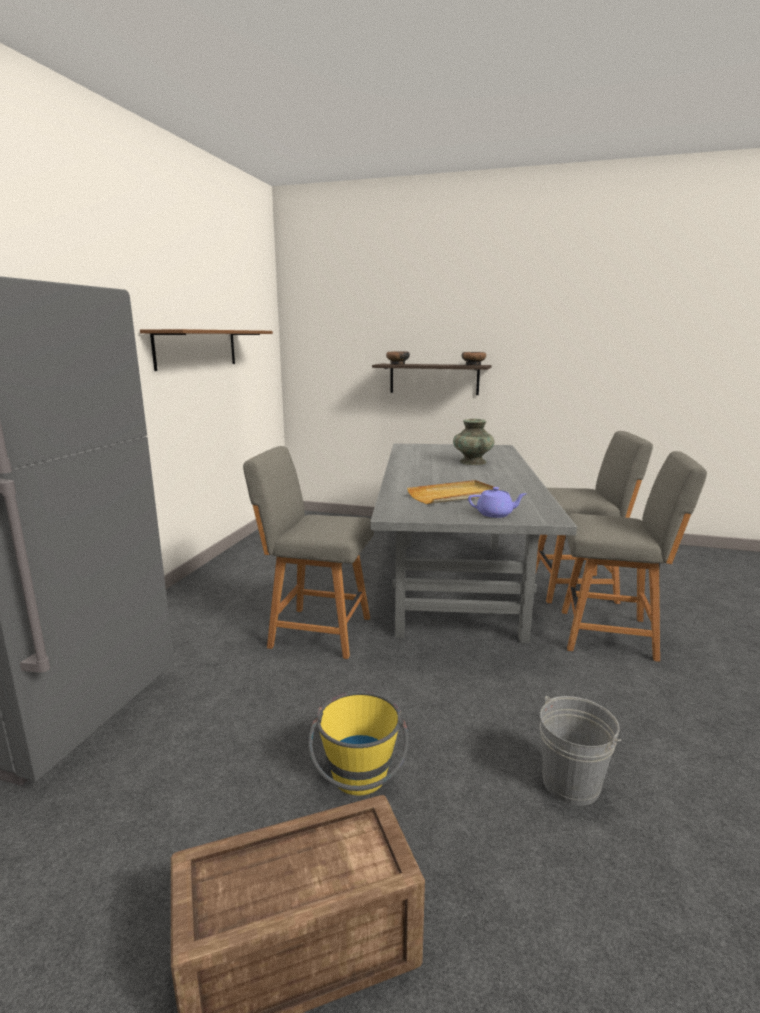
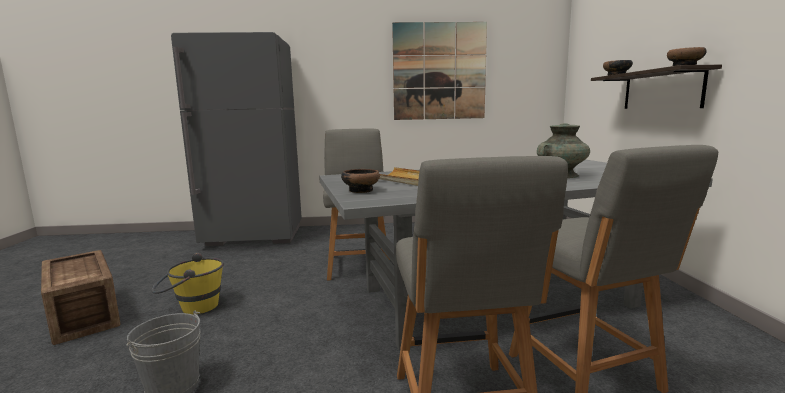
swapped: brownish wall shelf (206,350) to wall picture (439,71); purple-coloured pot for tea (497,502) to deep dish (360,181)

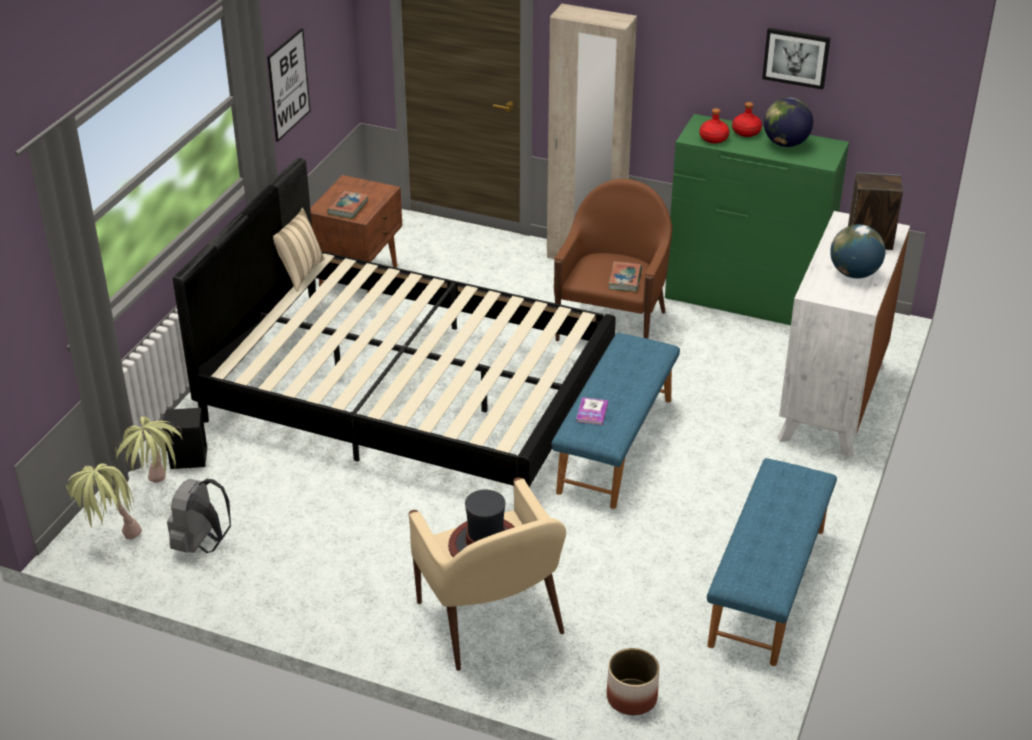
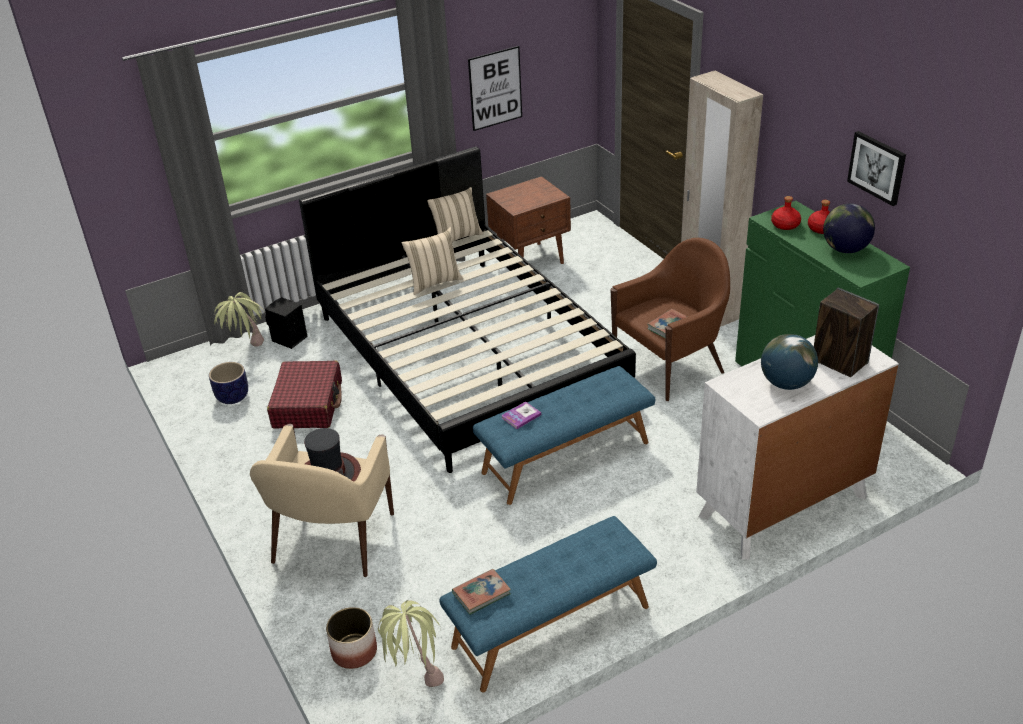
new: sand-coloured pillow (432,261); red-coloured travel case (304,394)
shifted: bound book (348,205) to (481,592); plant in a pot (104,501) to (411,643)
swapped: greyish backpack (199,516) to flower pot (228,383)

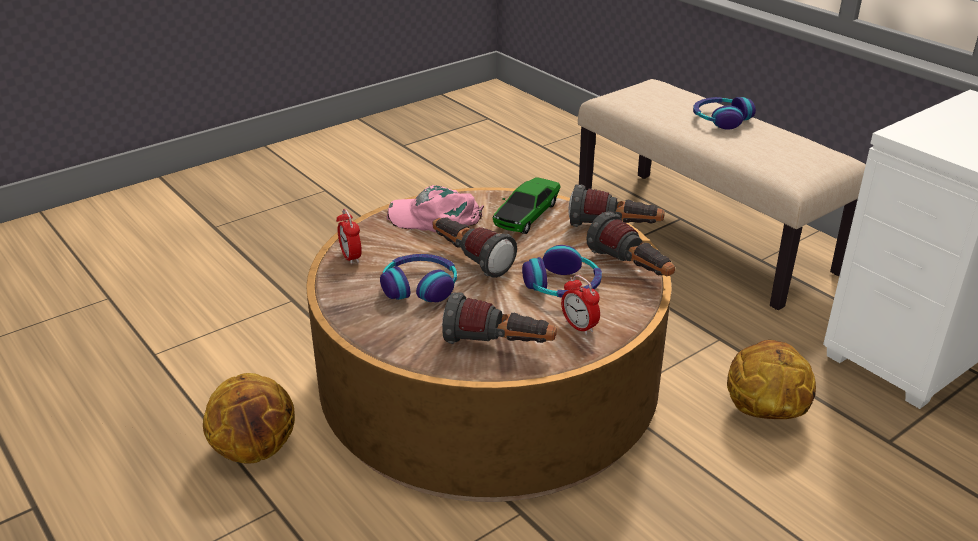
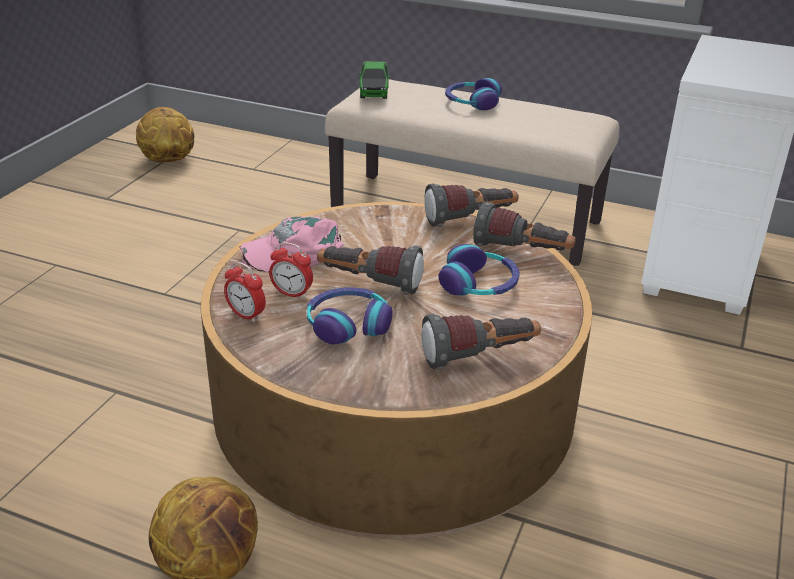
shifted: model car (527,205) to (374,80); table clock (580,305) to (291,270); basketball ball (771,379) to (165,134)

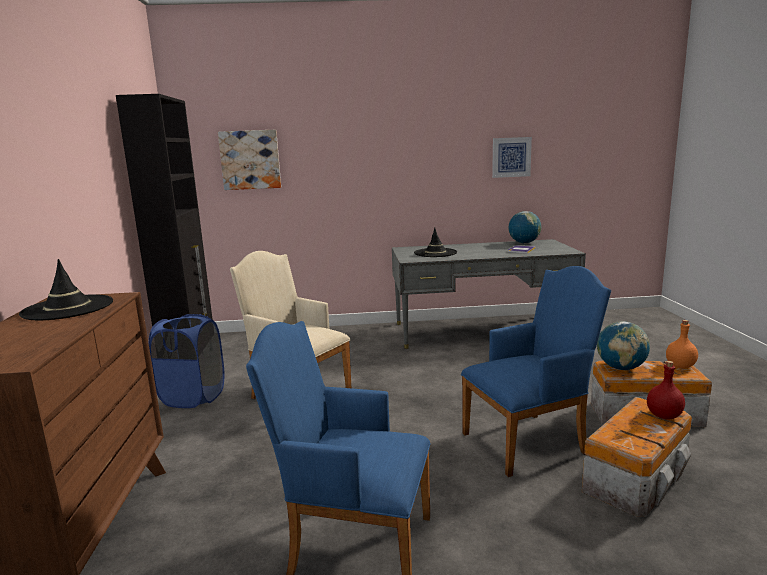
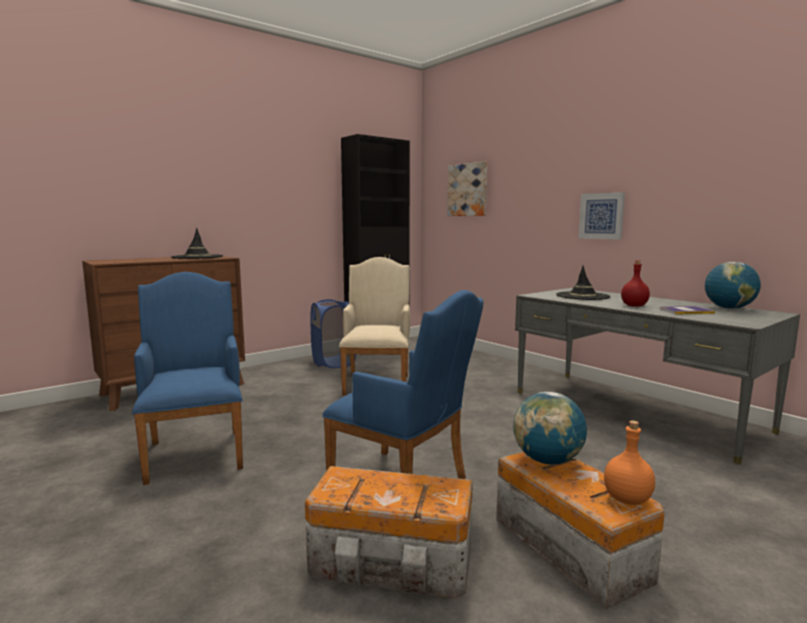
shifted: wall picture (512,157) to (601,216); red-coloured beverage bottle (666,390) to (635,283)

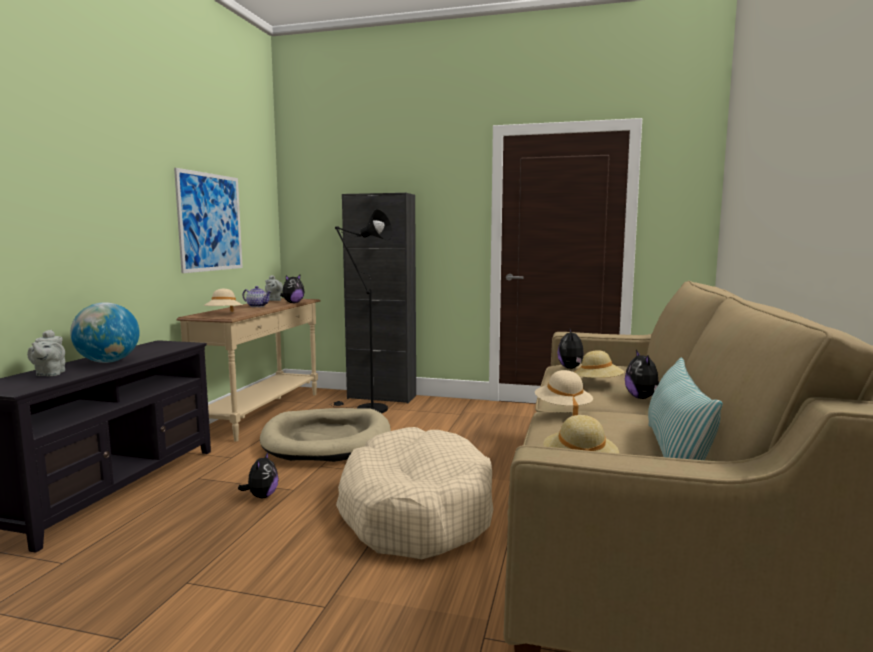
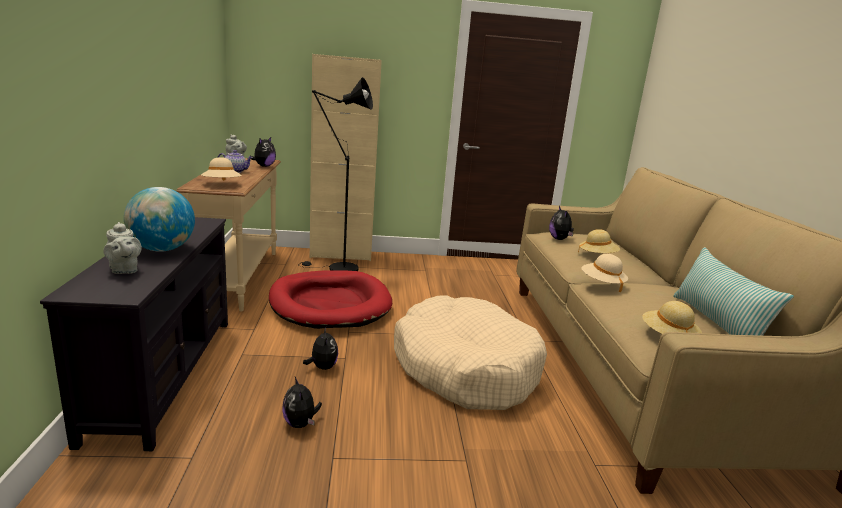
gone: wall picture (208,220)
shifted: plush toy (642,374) to (302,402)
repainted: blackish storage cabinet (379,298) to sand-coloured storage cabinet (346,157); sand-coloured pet bed (325,435) to red-coloured pet bed (330,299)

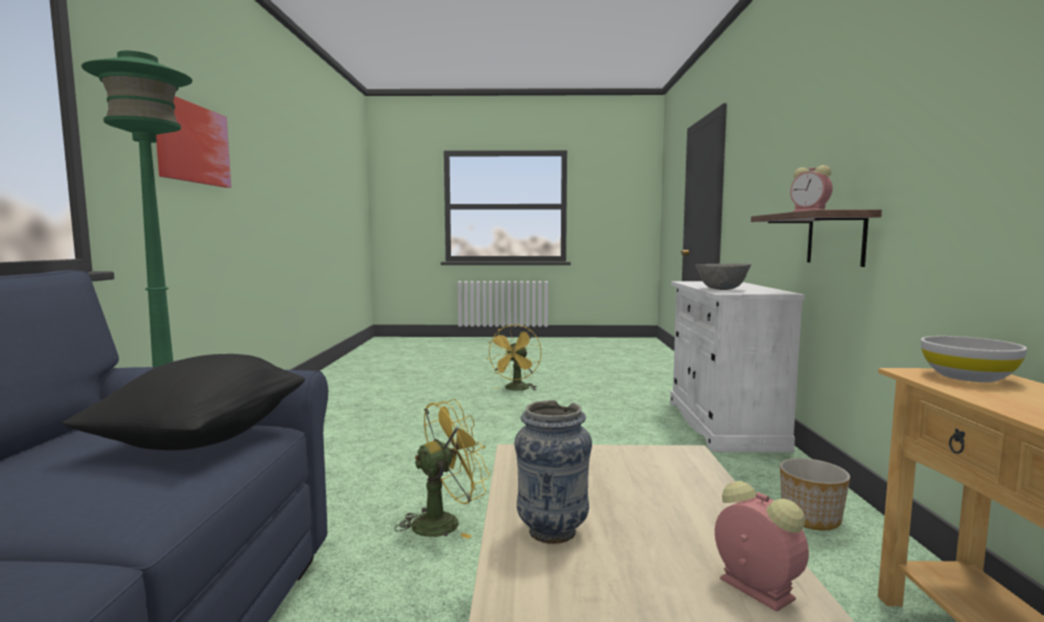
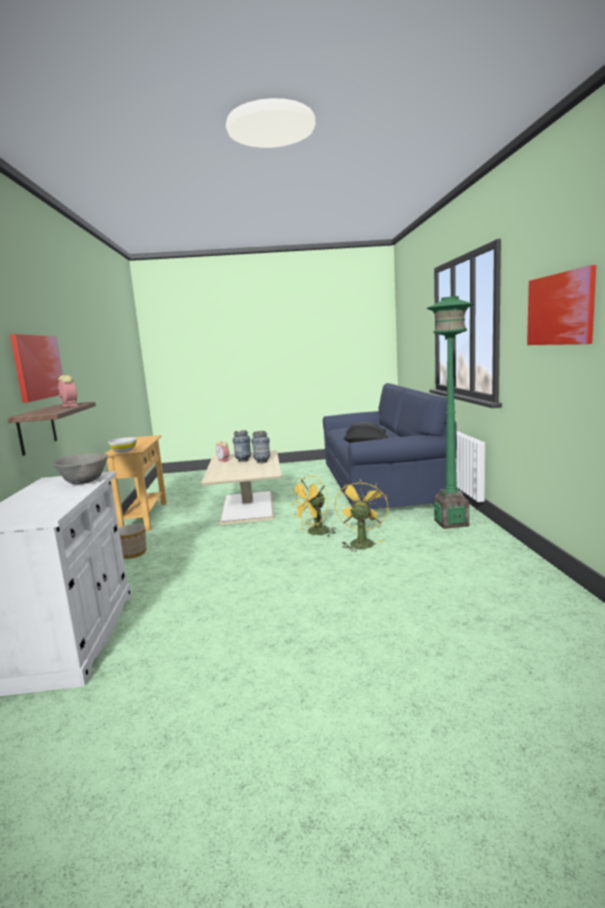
new: wall picture (36,368); decorative vase (242,446)
shifted: yellow-coloured electric fan (514,357) to (361,516)

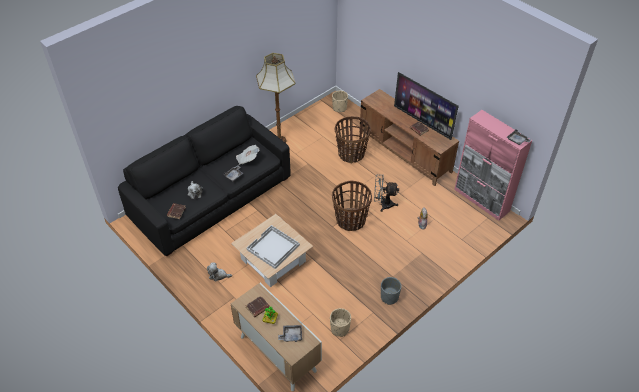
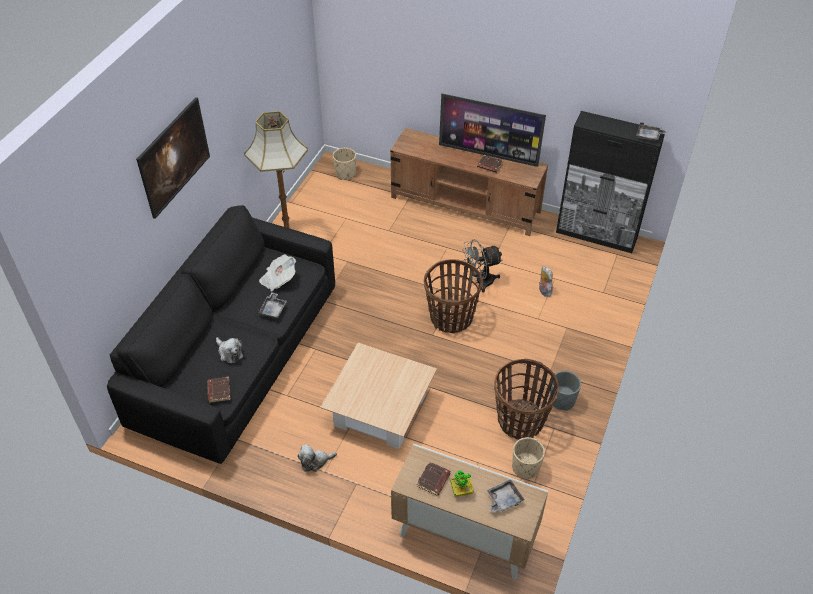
gone: whitish carrying tray (273,247)
new: wall picture (173,158)
shifted: basket (353,139) to (527,399)
repainted: pink storage cabinet (493,165) to blackish storage cabinet (610,182)

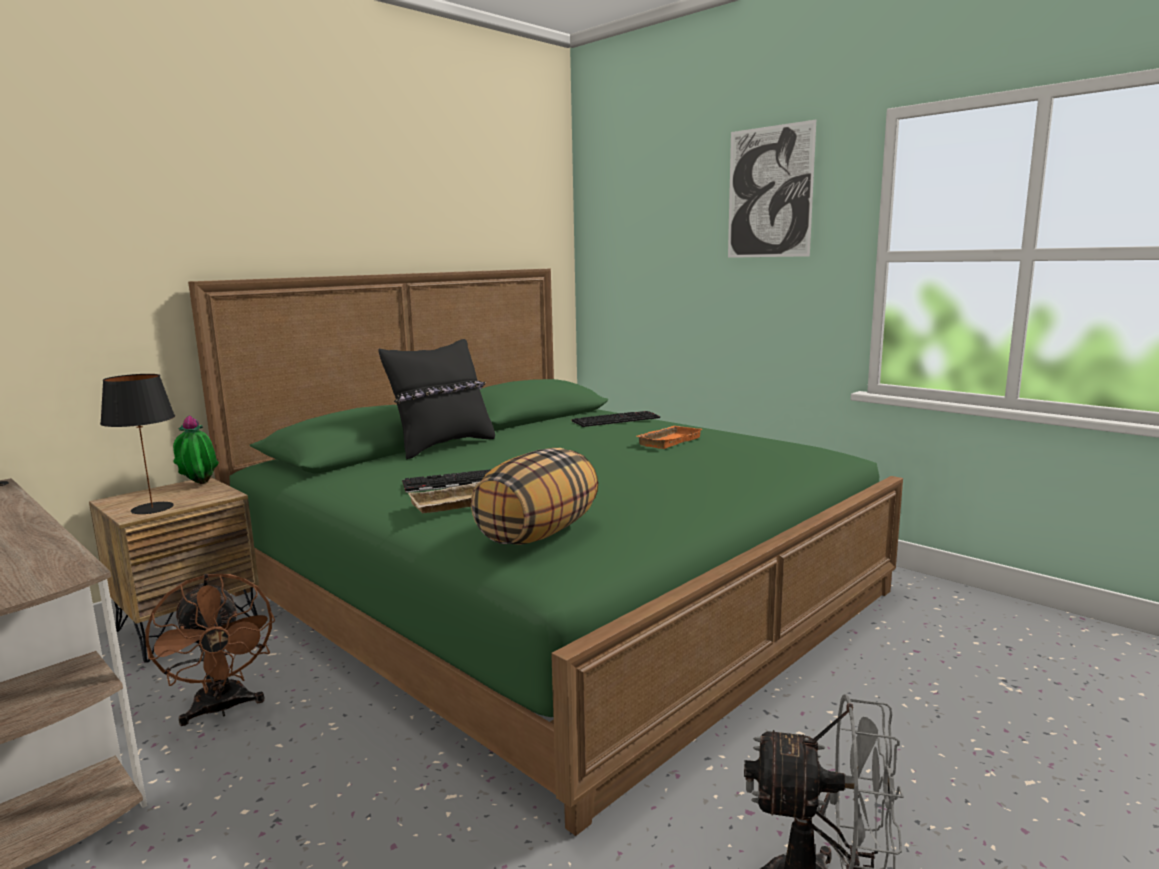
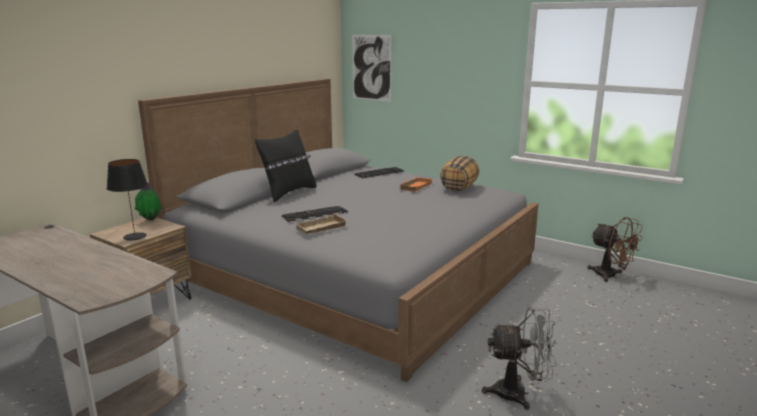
shifted: wall picture (772,189) to (372,68); pillow (534,496) to (459,173); brownish electric fan (210,649) to (615,249)
repainted: green-coloured bed (545,552) to greyish bed (338,230)

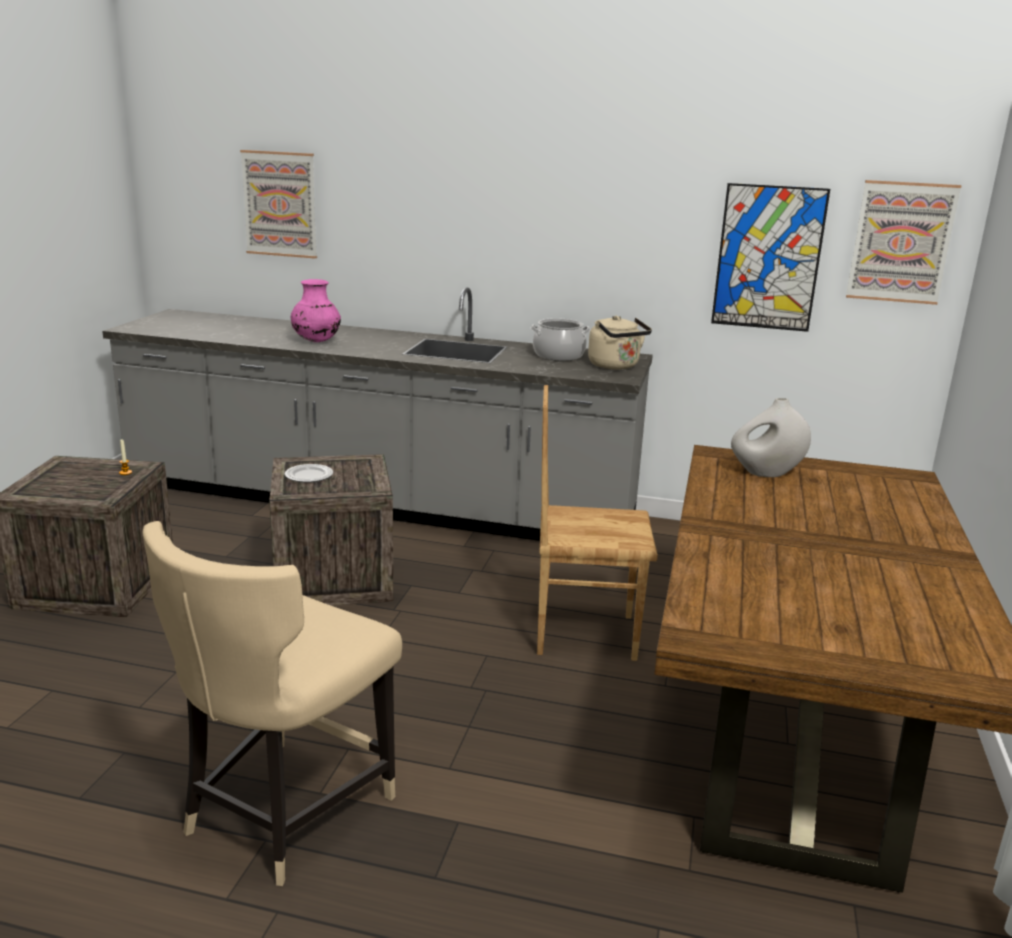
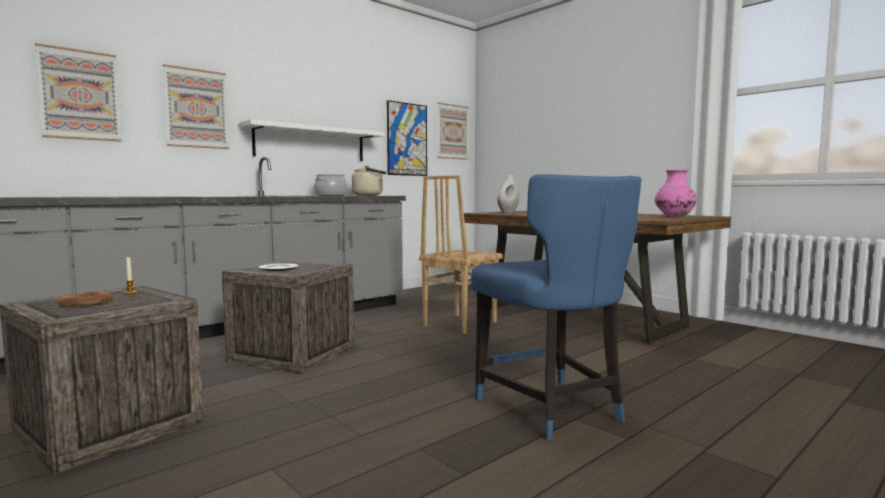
new: wall picture (196,106); whitish wall shelf (312,140); baked bread (85,298)
shifted: pink decorative vase (316,310) to (676,193)
repainted: sand-coloured plain chair (272,703) to blue plain chair (556,307)

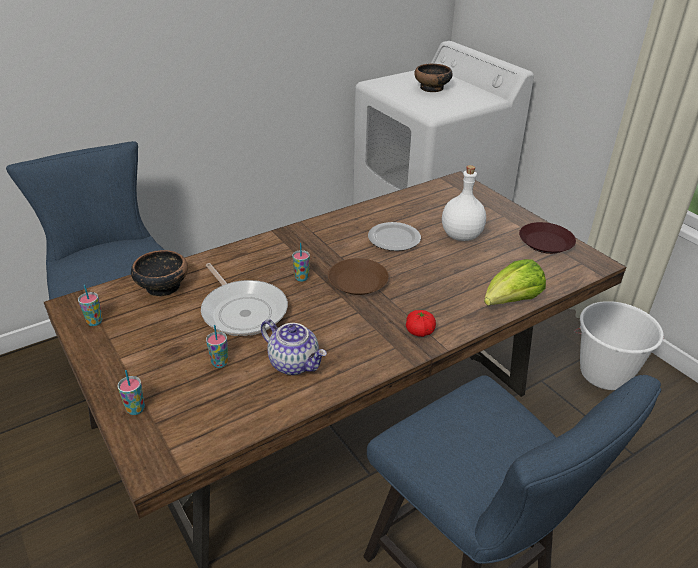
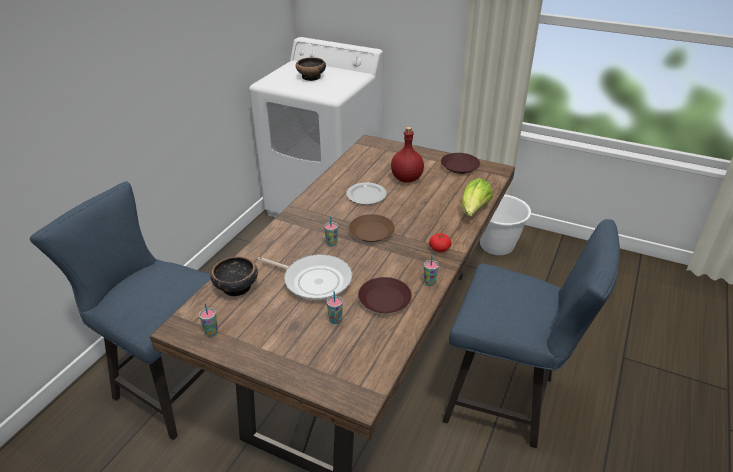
shifted: cup (131,392) to (431,270)
swapped: pot for tea (294,347) to brownish flat dish (385,295)
repainted: whitish beverage bottle (464,203) to red-coloured beverage bottle (407,155)

